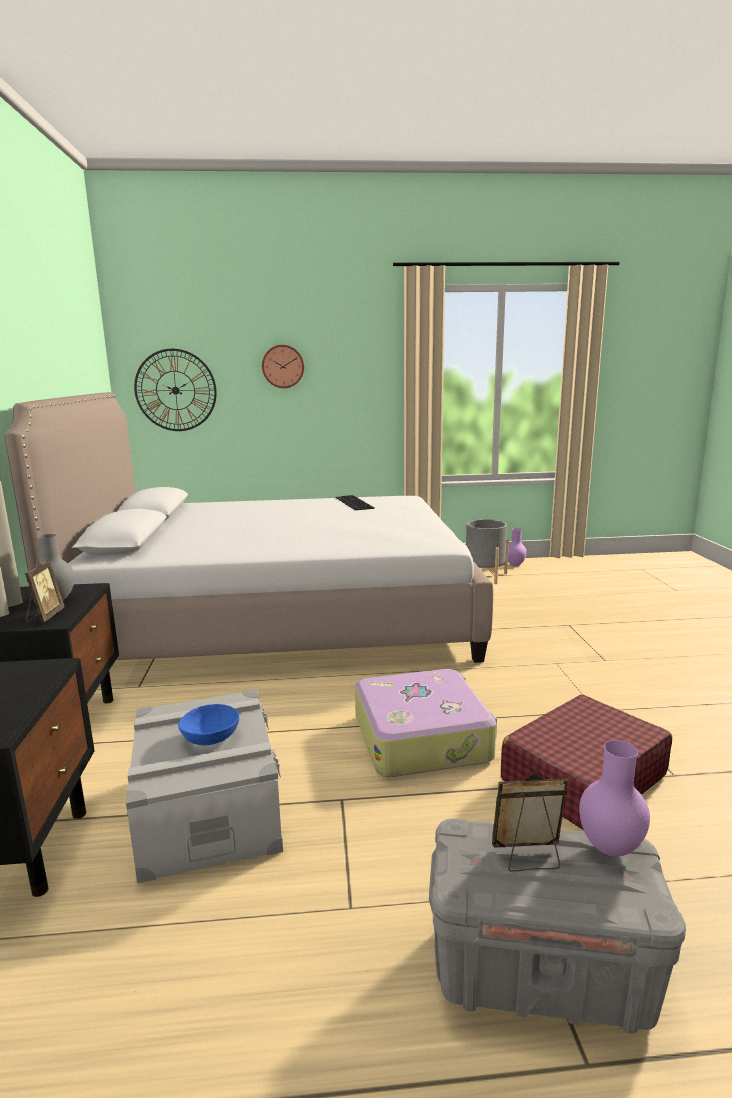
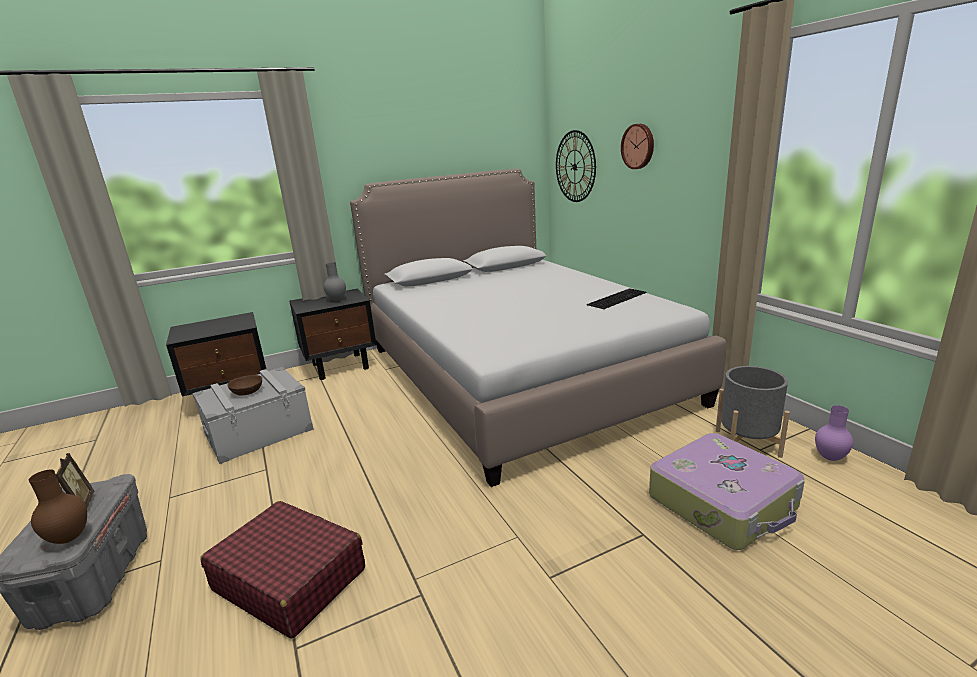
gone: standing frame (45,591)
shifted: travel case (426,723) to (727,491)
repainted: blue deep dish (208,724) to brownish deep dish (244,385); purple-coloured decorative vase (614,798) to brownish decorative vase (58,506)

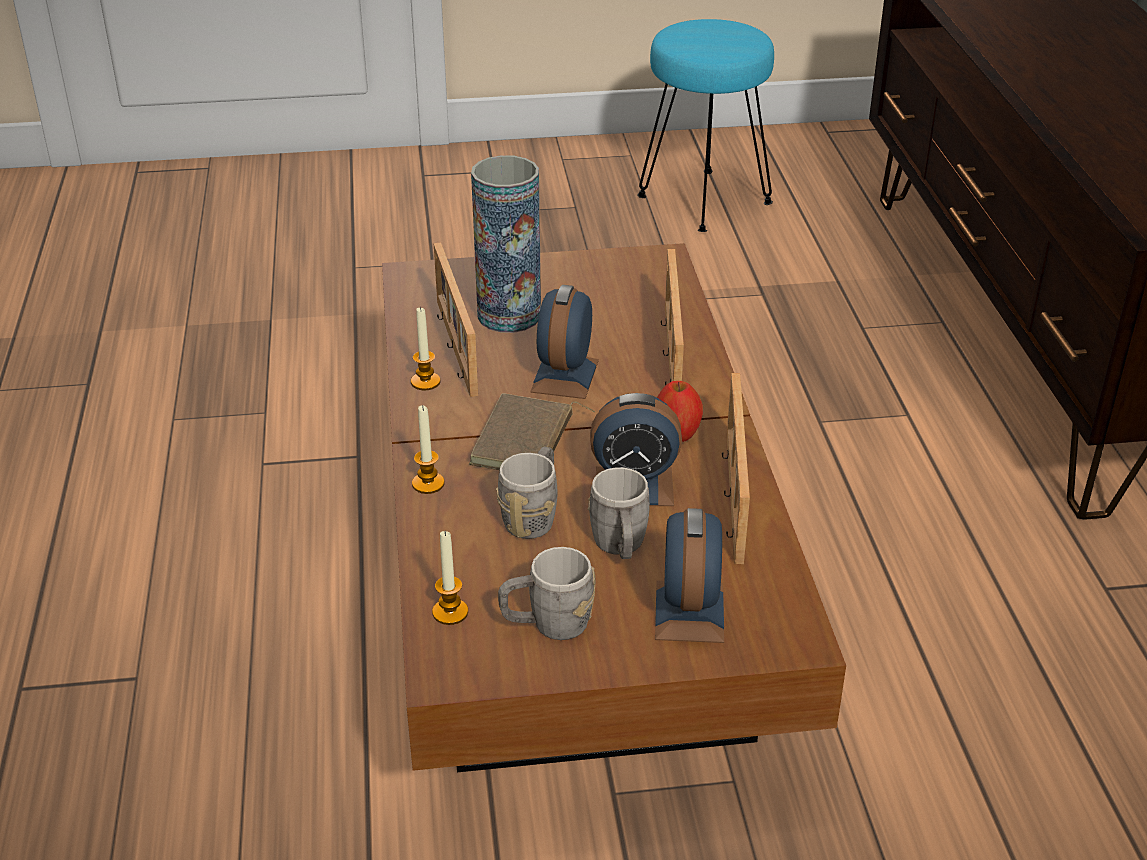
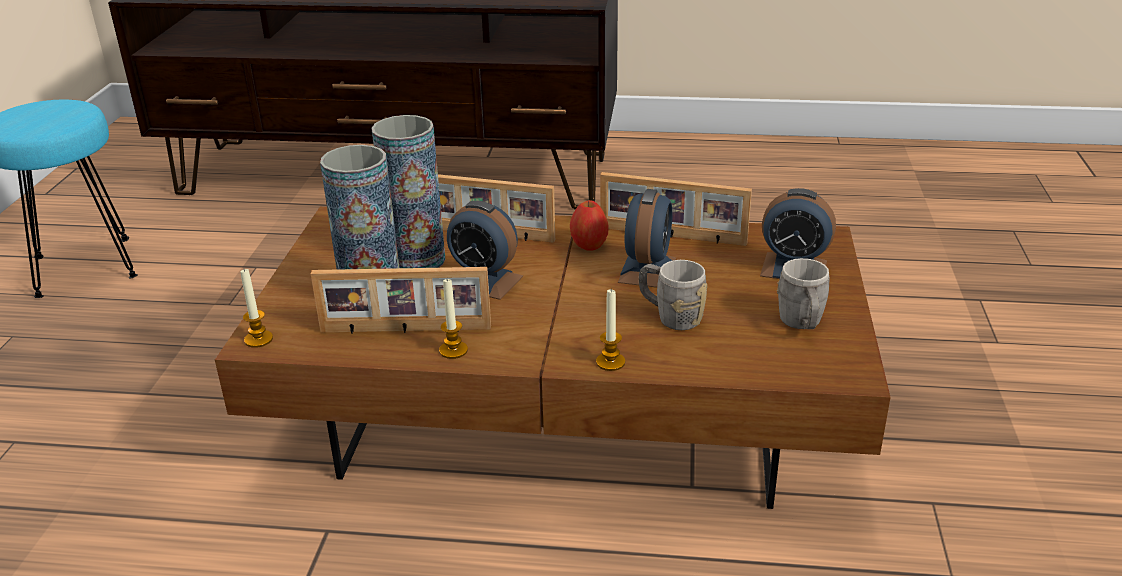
gone: brownish bound book (532,431); greyish coffee mug (619,513)
new: decorative vase (408,191)
shifted: candle (450,578) to (256,308)

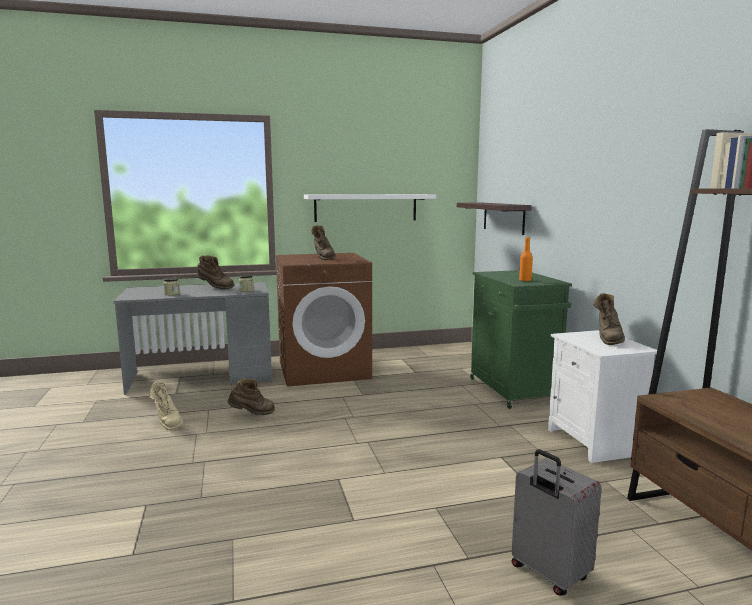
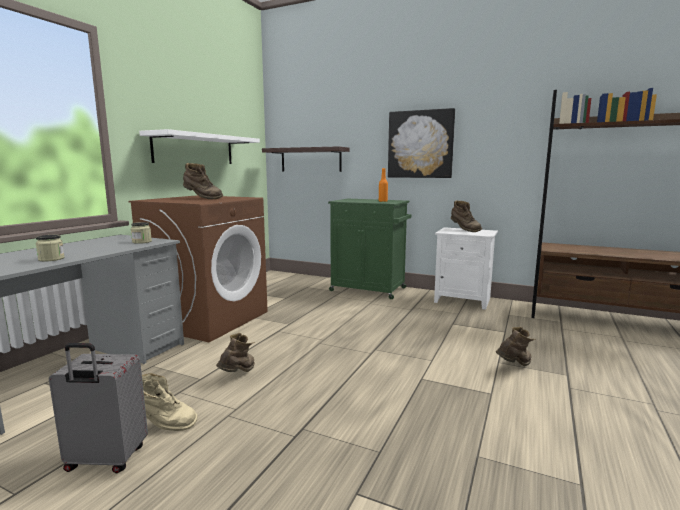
new: wall picture (421,143)
shifted: brownish tall boot (216,272) to (515,346); greyish travel case (557,522) to (98,408)

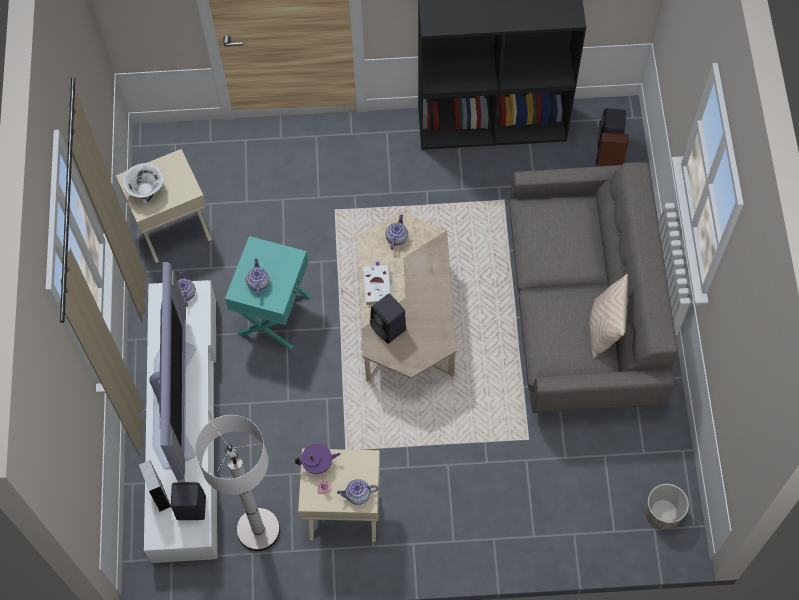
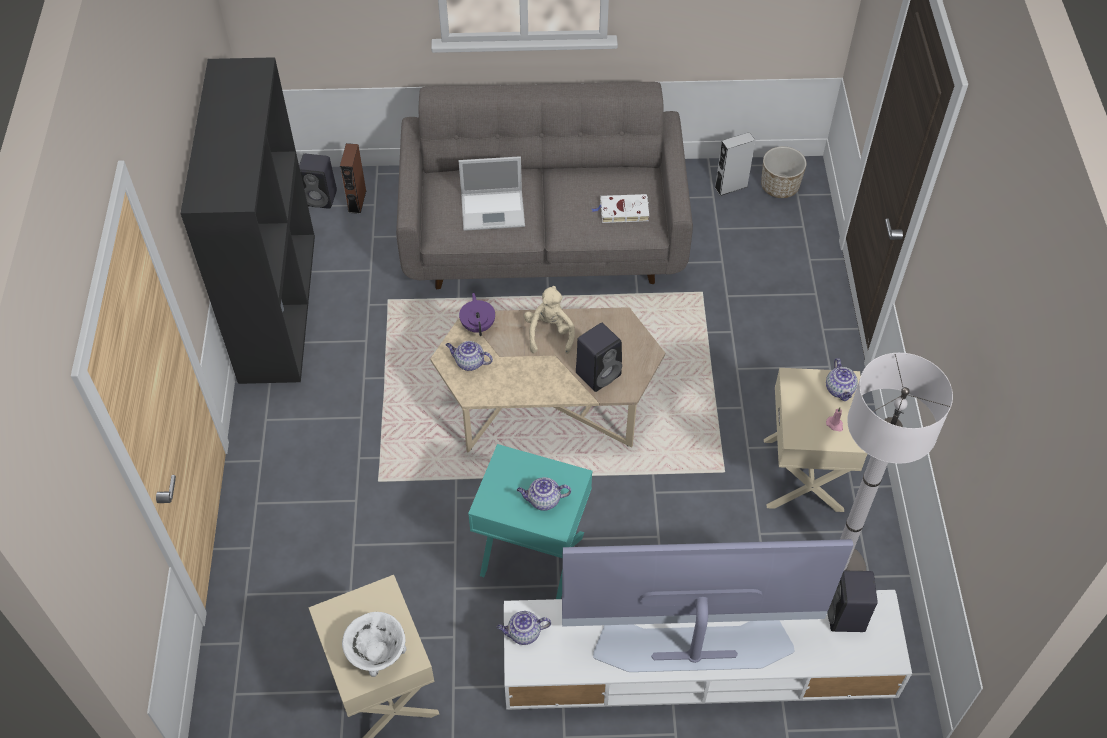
gone: sand-coloured pillow (608,316)
new: laptop (492,193); sand-coloured plush toy (549,320)
shifted: whitish bound book (377,283) to (620,208); purple-coloured pot for tea (317,459) to (477,314); greyish speaker (155,486) to (734,164)

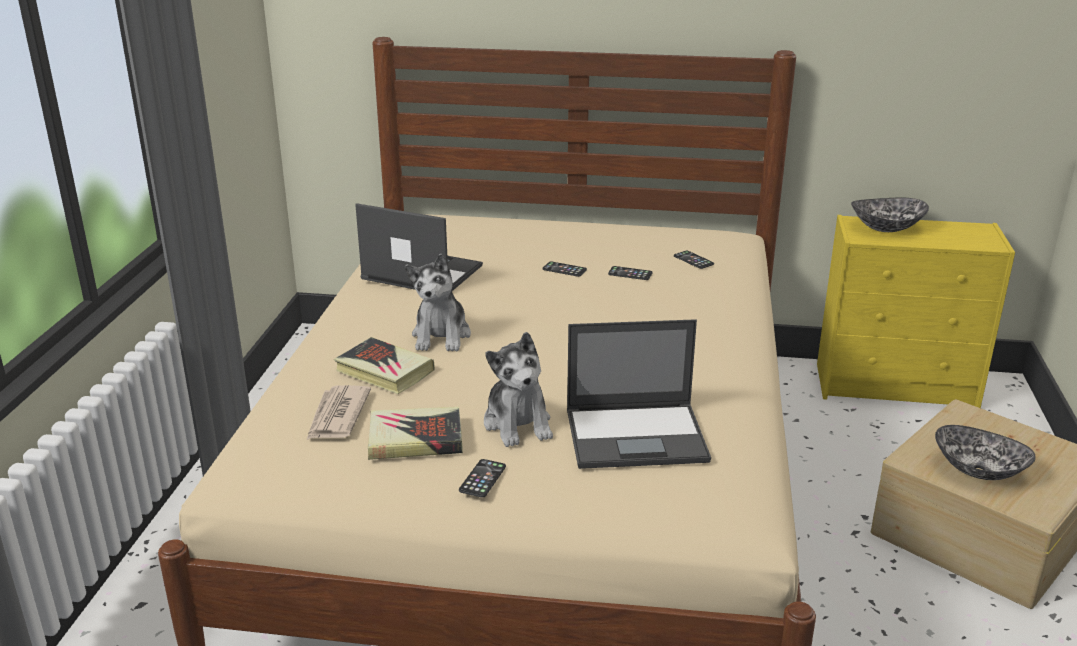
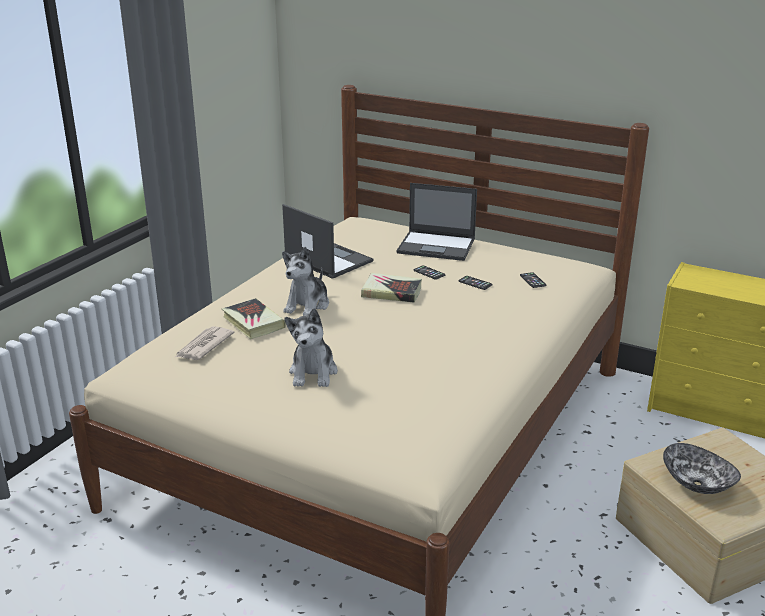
gone: deep dish (890,215); telephone (482,478)
shifted: laptop (639,394) to (437,222); bound book (415,433) to (391,288)

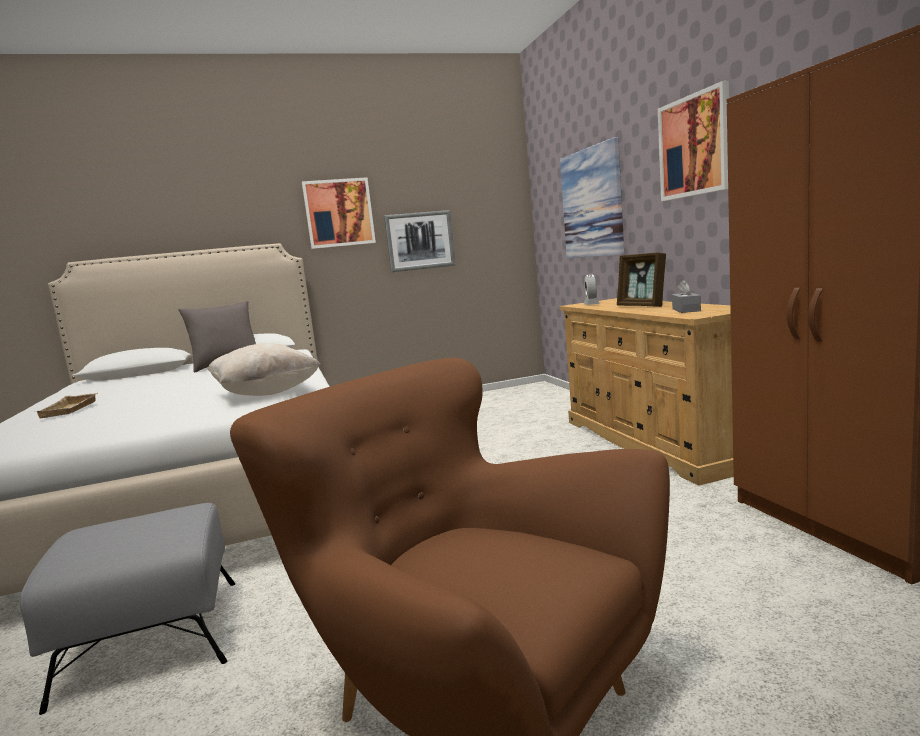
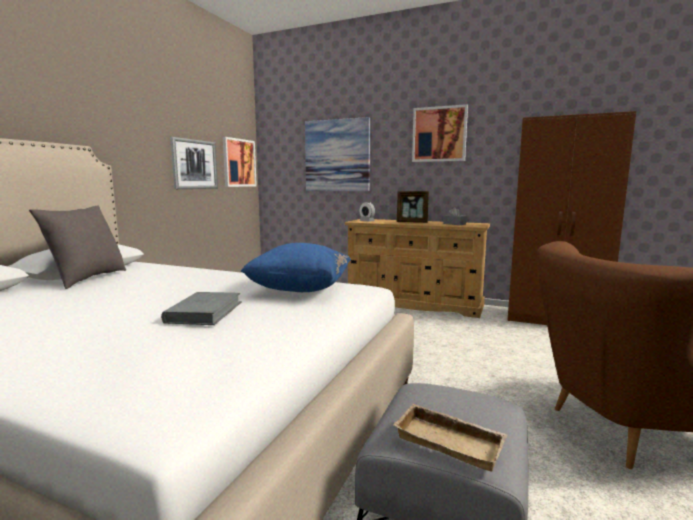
new: greyish bound book (201,308)
shifted: wall picture (339,213) to (240,162); sand-coloured carrying tray (67,406) to (450,438)
repainted: sand-coloured pillow (264,369) to blue pillow (296,267)

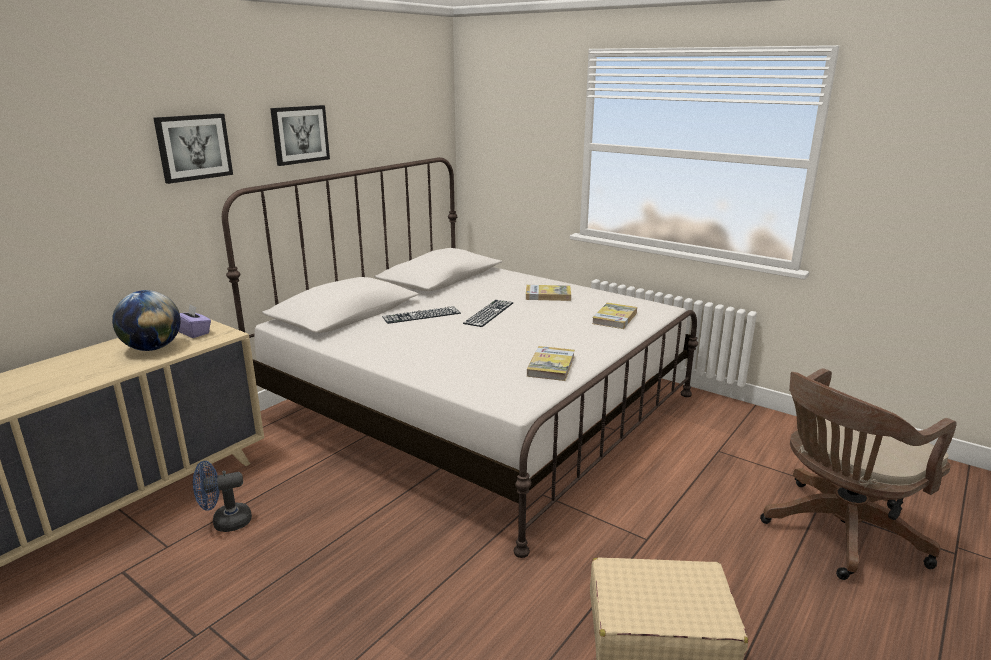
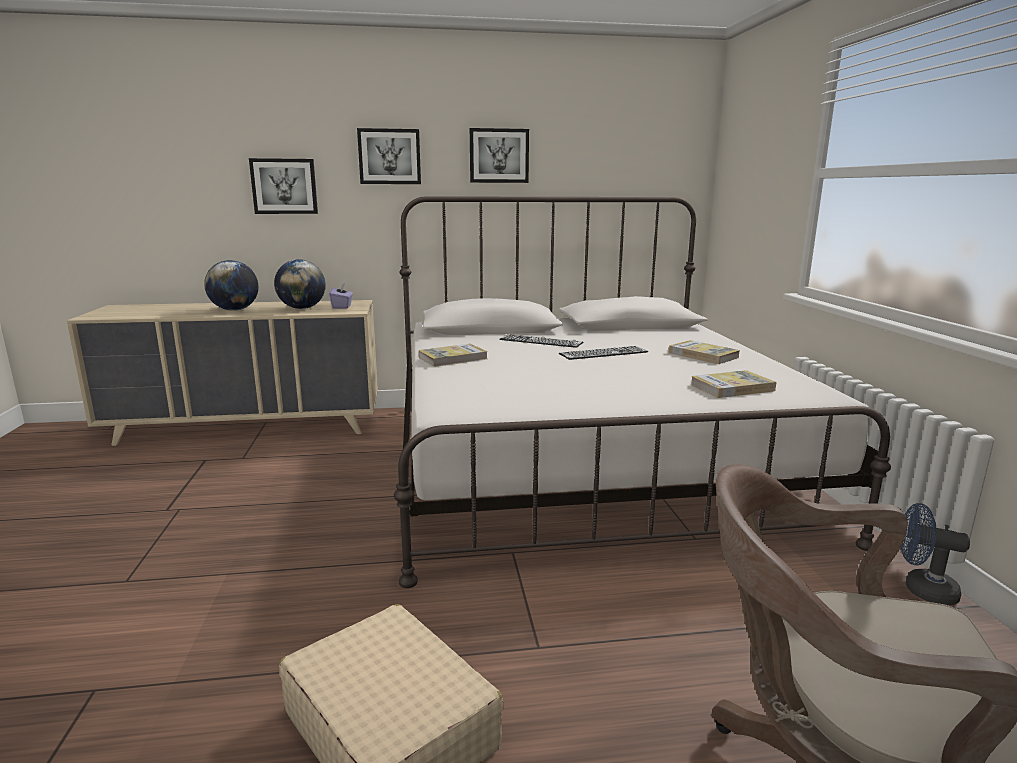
new: wall picture (283,186); desk globe (231,285)
shifted: bound book (551,363) to (453,355); blue electric fan (222,496) to (935,554)

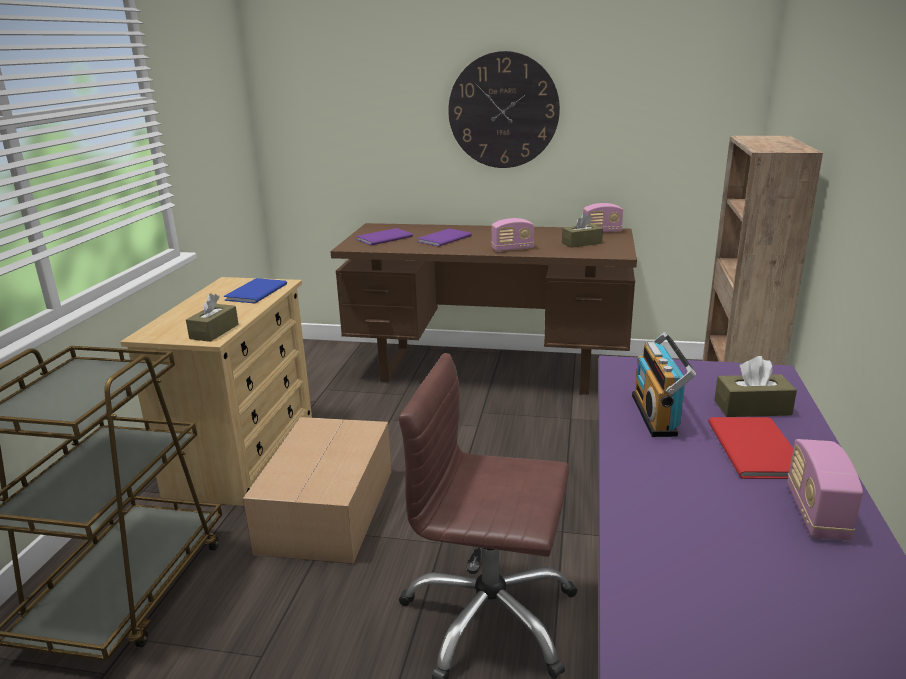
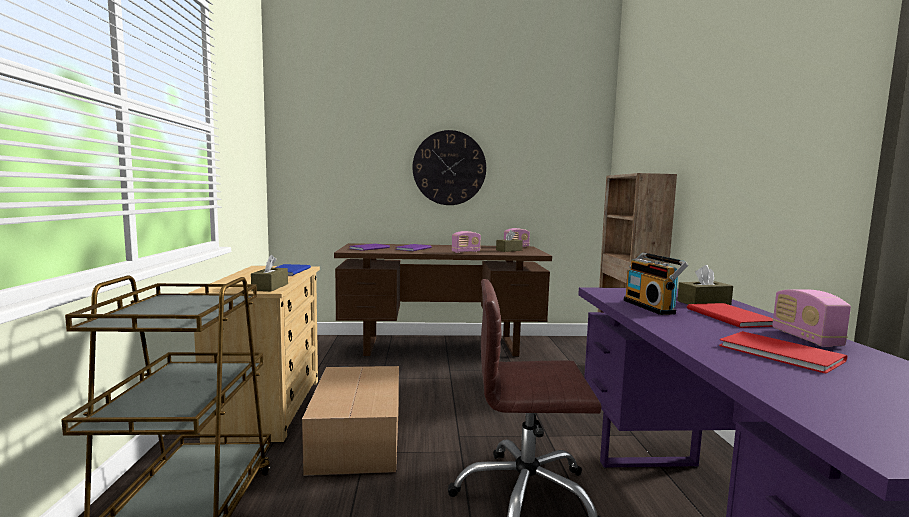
new: red-coloured bound book (783,352)

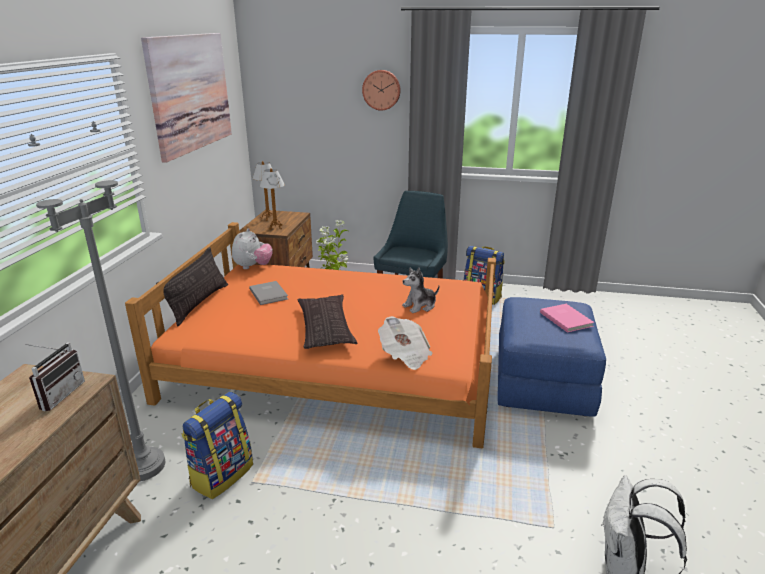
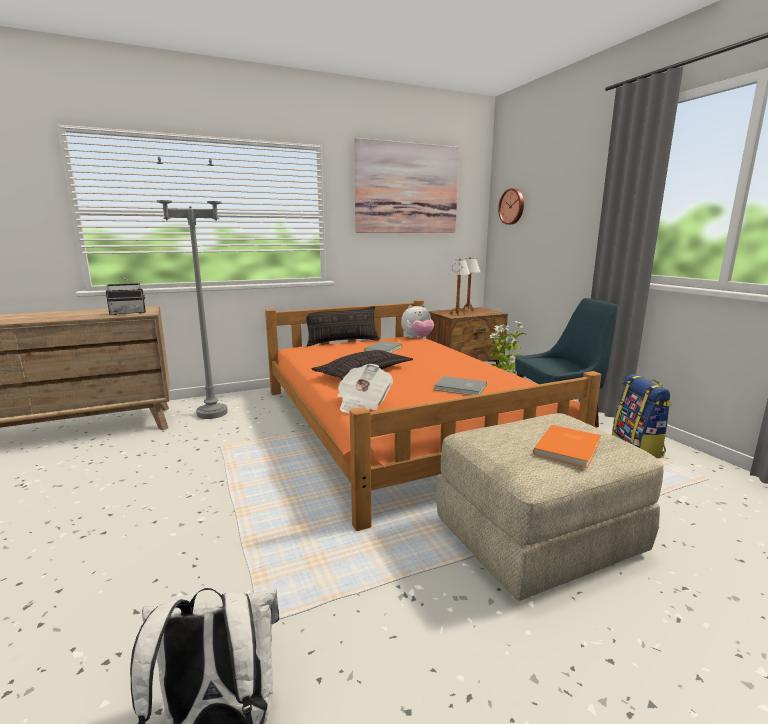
gone: backpack (217,445)
shifted: clock on the wall (381,90) to (511,207)
swapped: plush toy (420,290) to greyish bound book (460,385)
repainted: blue pouffe (552,357) to sand-coloured pouffe (549,507); pink bound book (567,318) to orange-coloured bound book (567,446)

